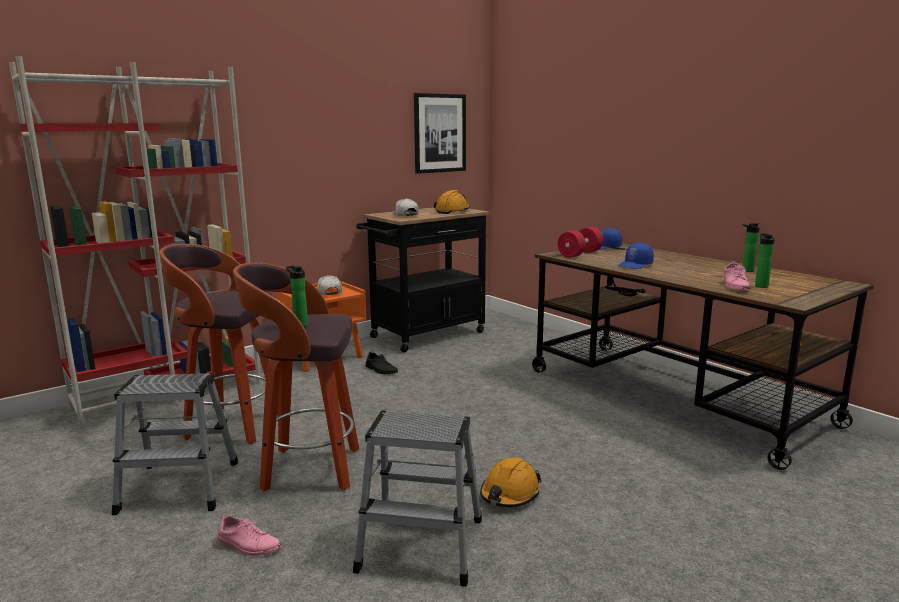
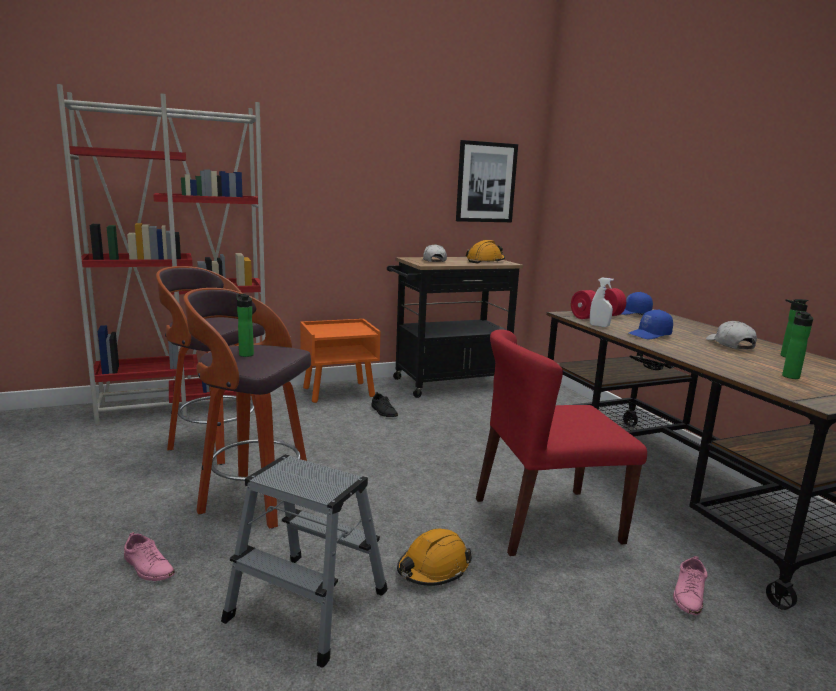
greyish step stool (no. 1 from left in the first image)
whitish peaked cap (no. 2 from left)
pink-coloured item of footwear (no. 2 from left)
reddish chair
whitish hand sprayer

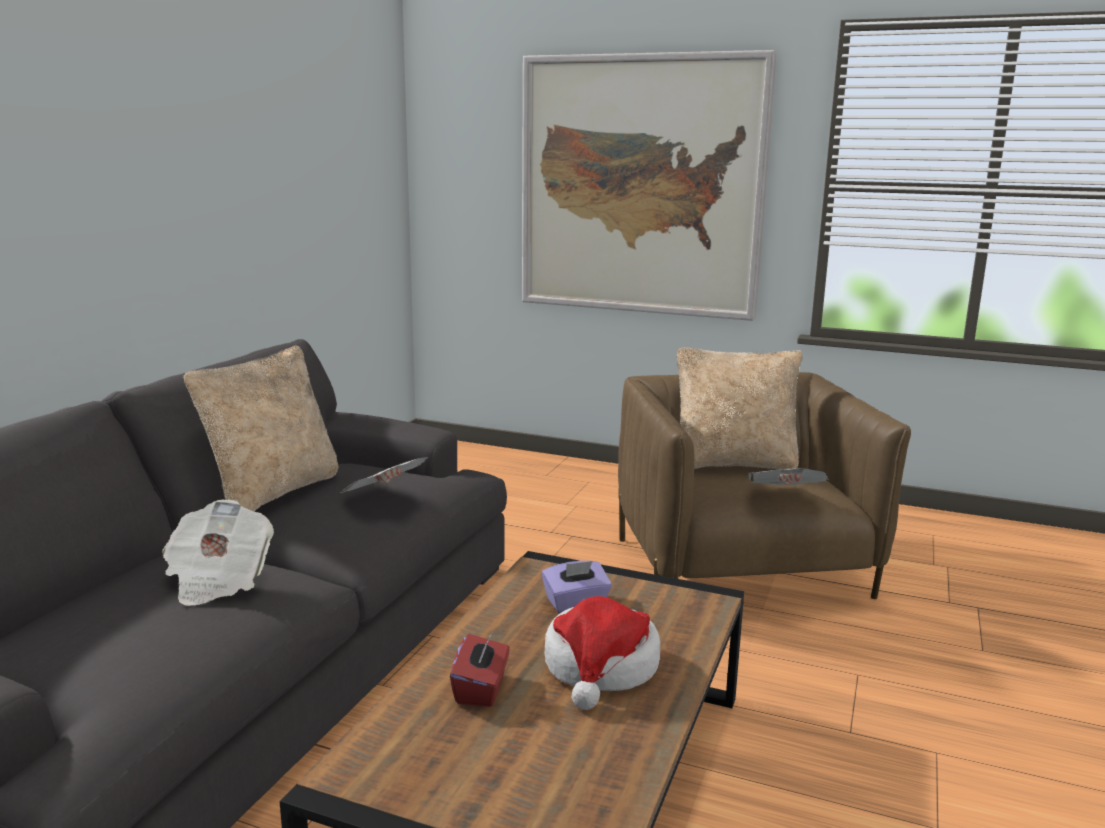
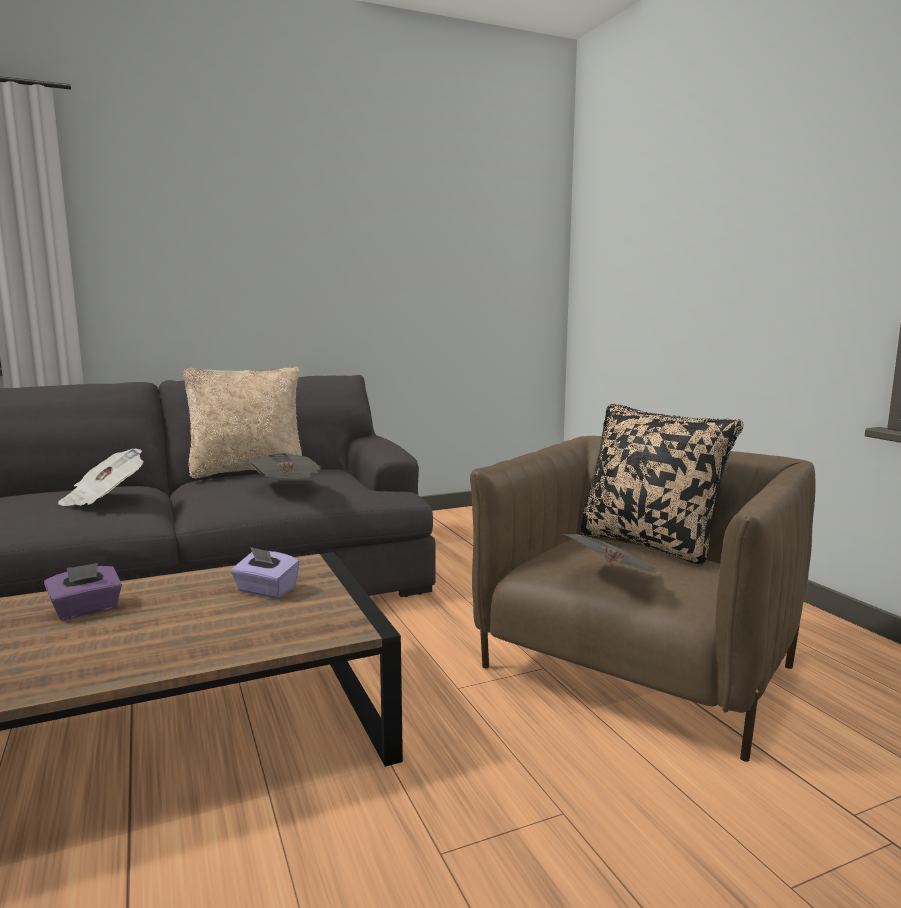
purple tissue box (no. 1 from left)
wall art
clothing hat
black-coloured throw pillow

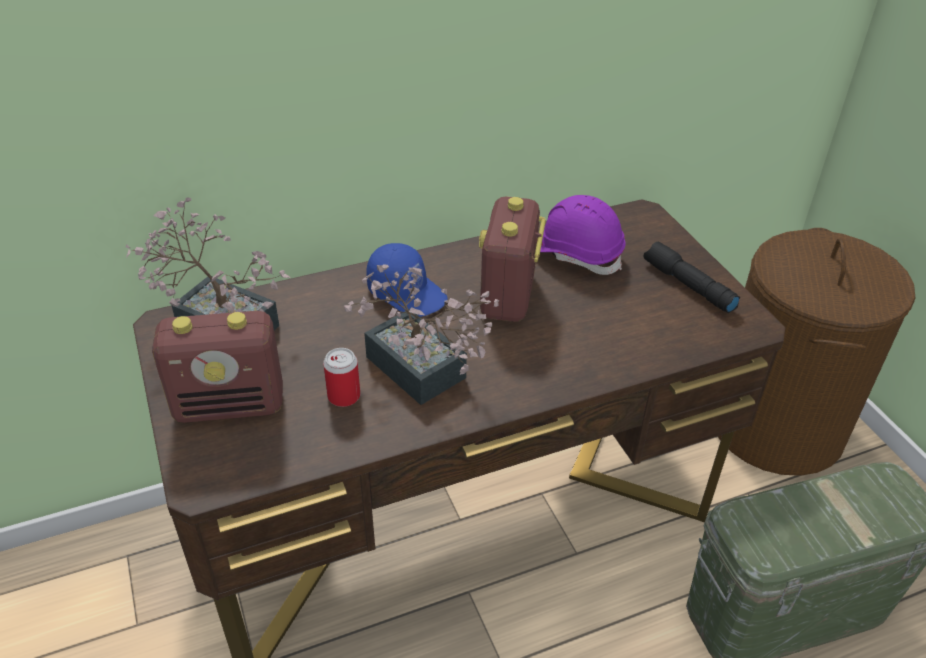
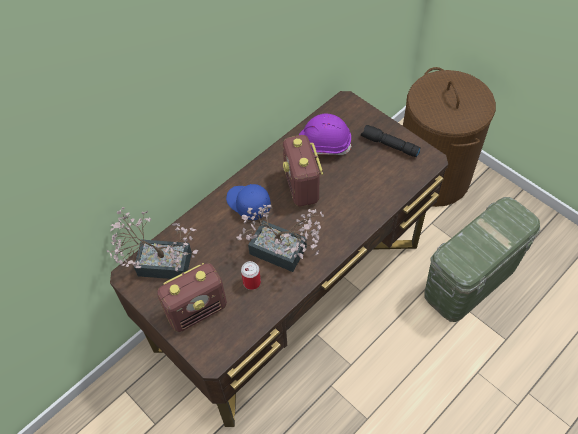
blue-coloured peaked cap

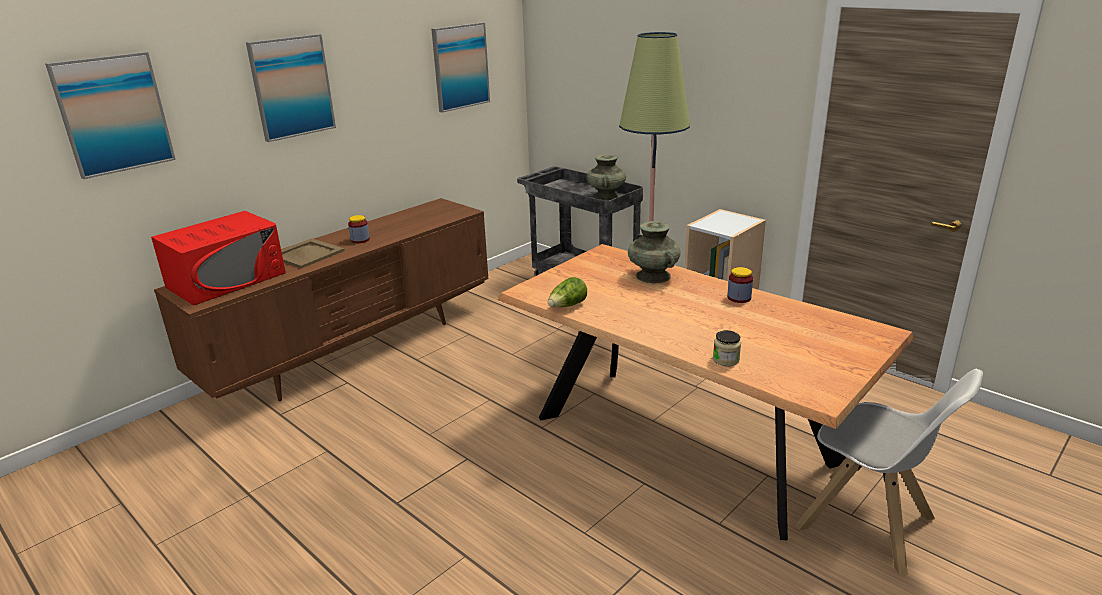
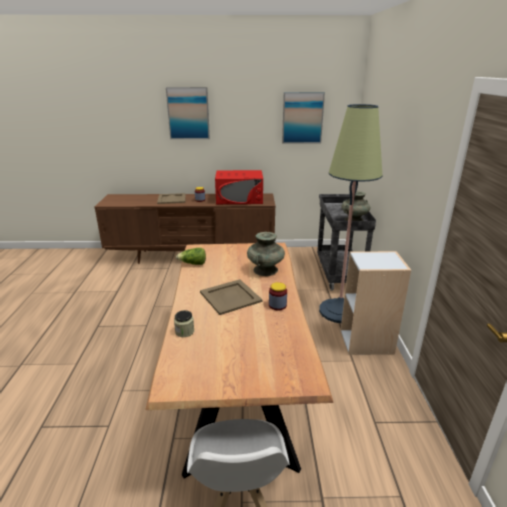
wall art (no. 1 from left in the first image)
reddish microwave
beige serving tray (no. 2 from left)

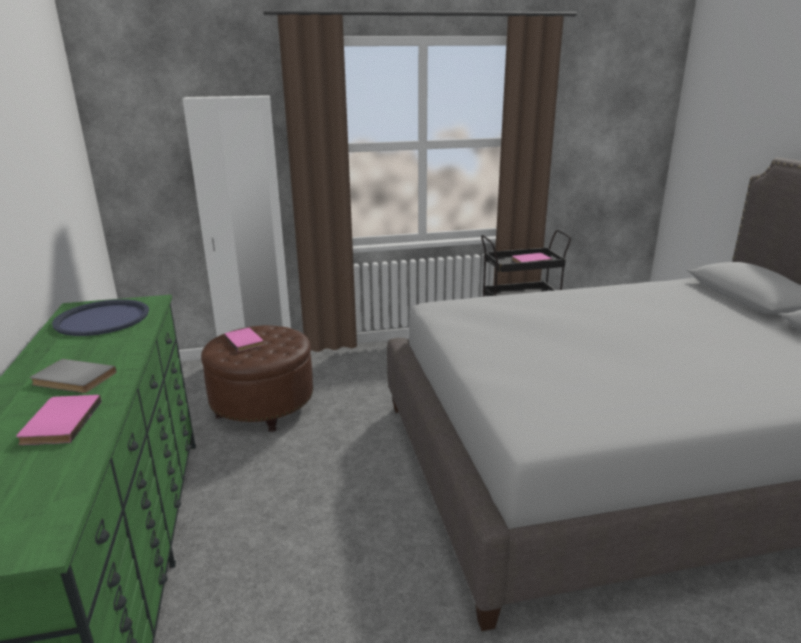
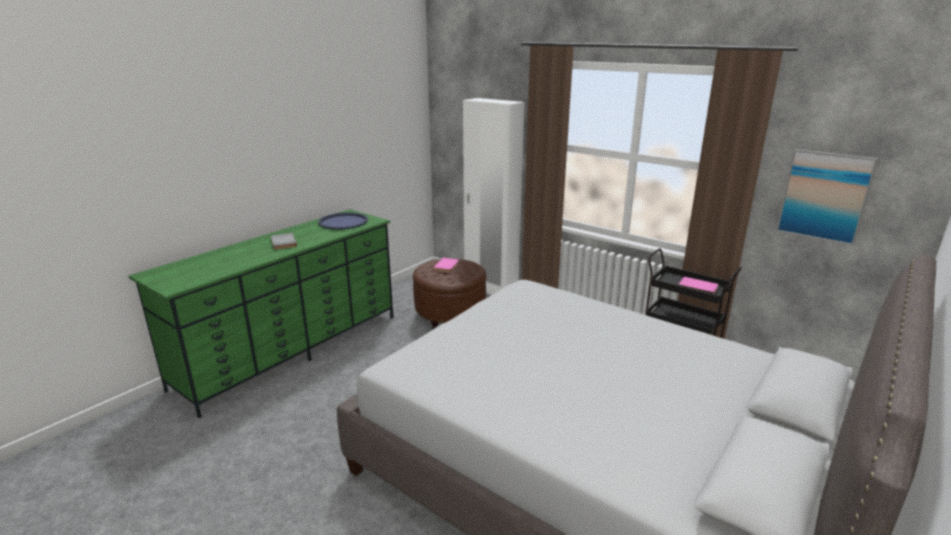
pink-coloured volume (no. 1 from left in the first image)
wall art

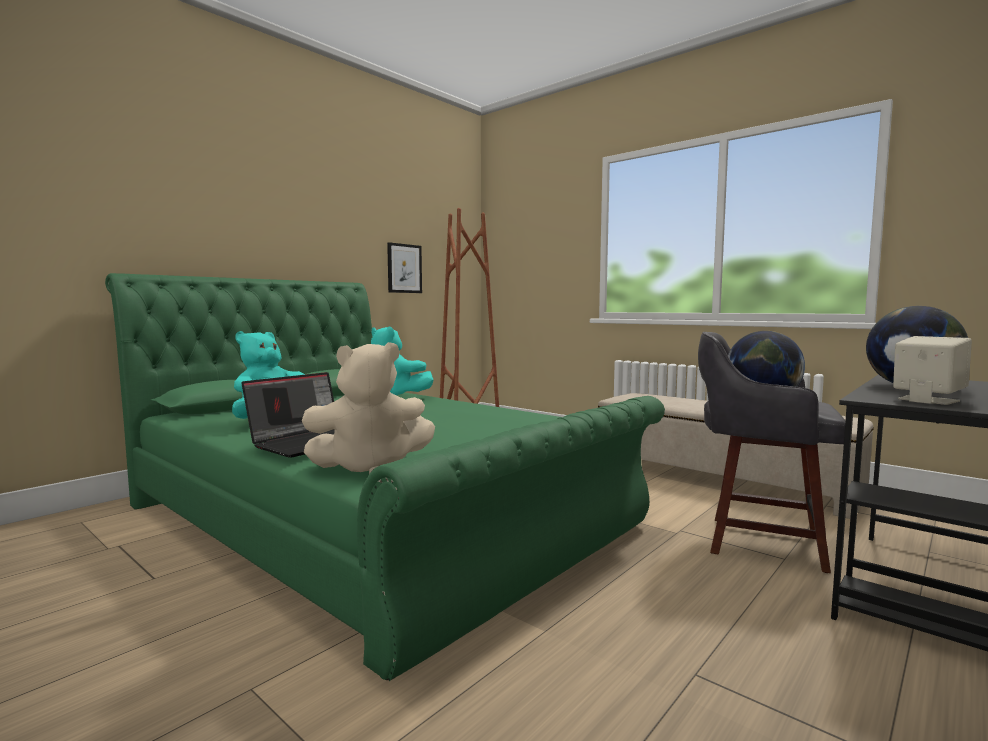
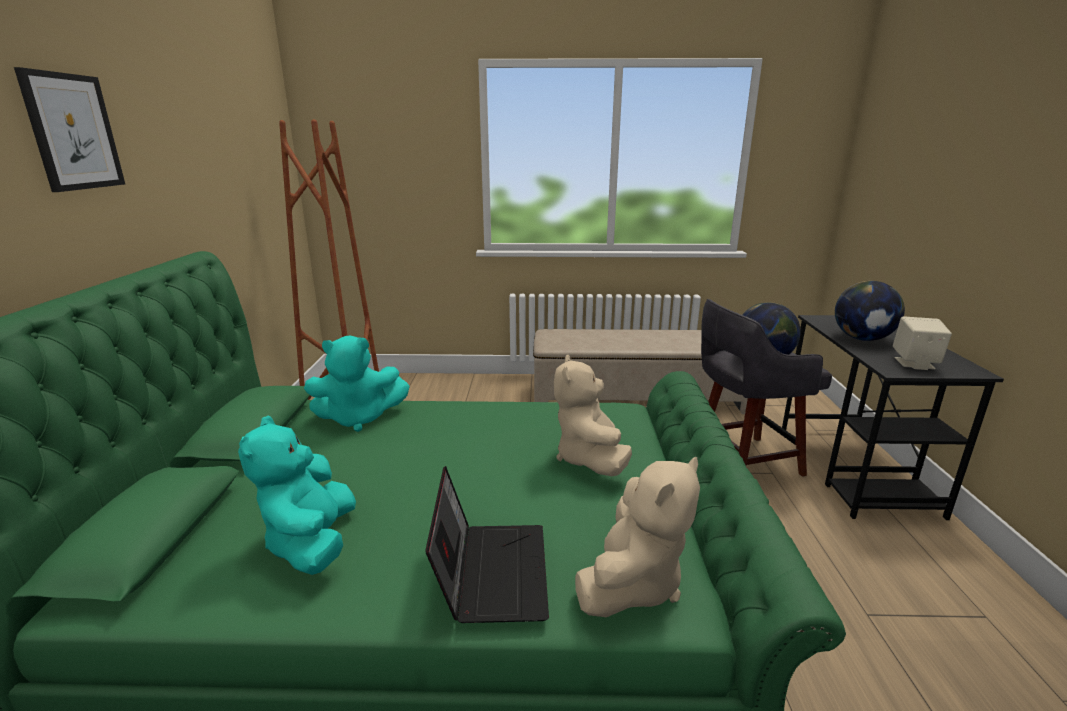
wall art
beige cuddly toy (no. 1 from left)

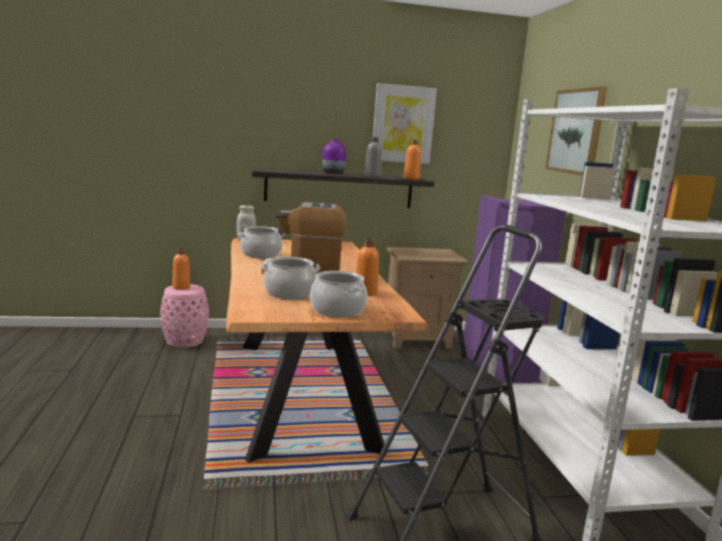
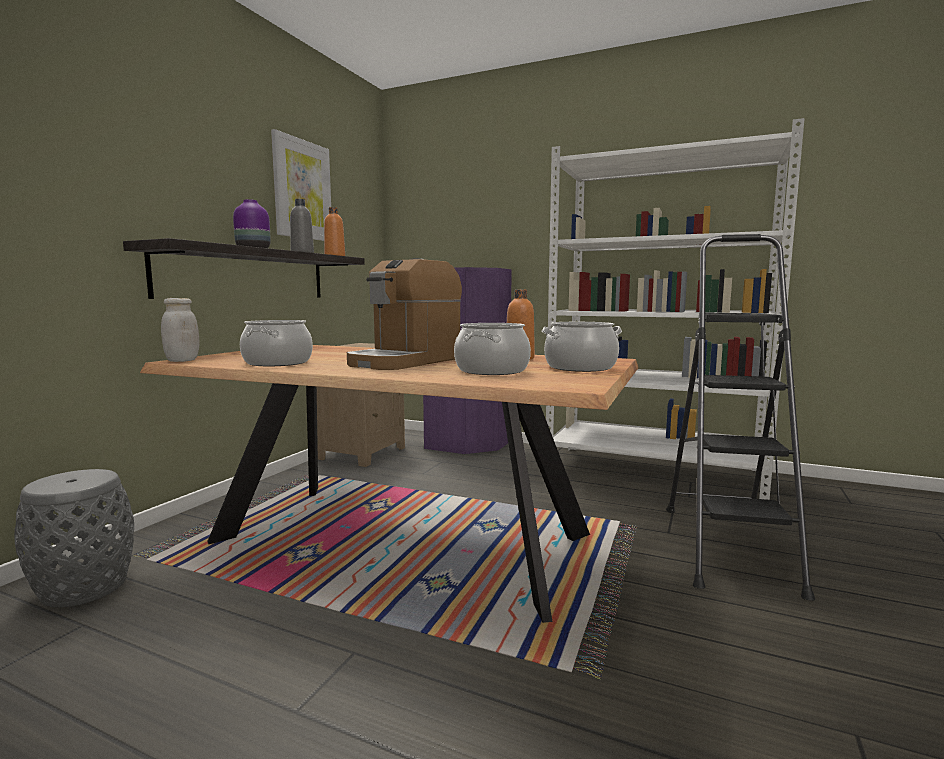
greyish stool
orangey bottle (no. 1 from left in the first image)
wall art (no. 2 from left in the first image)

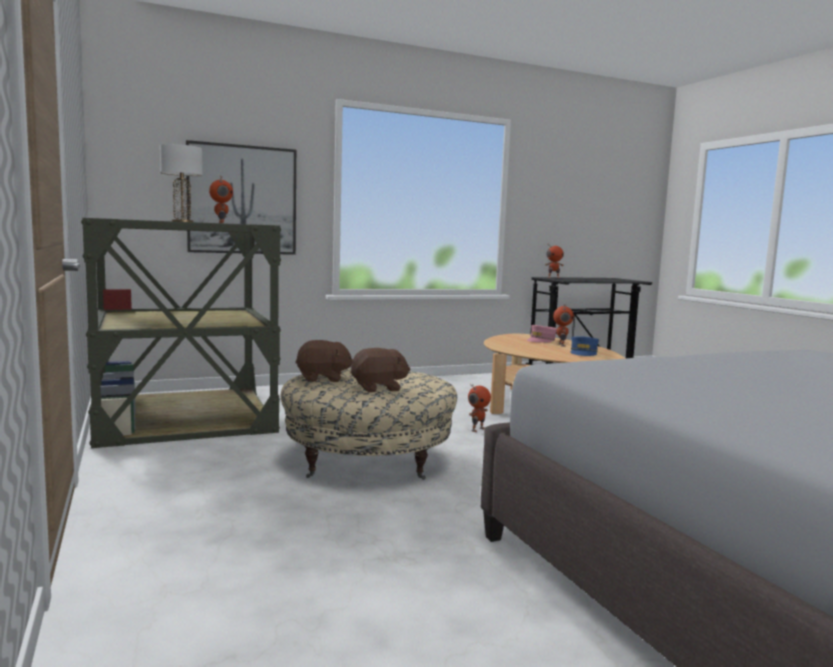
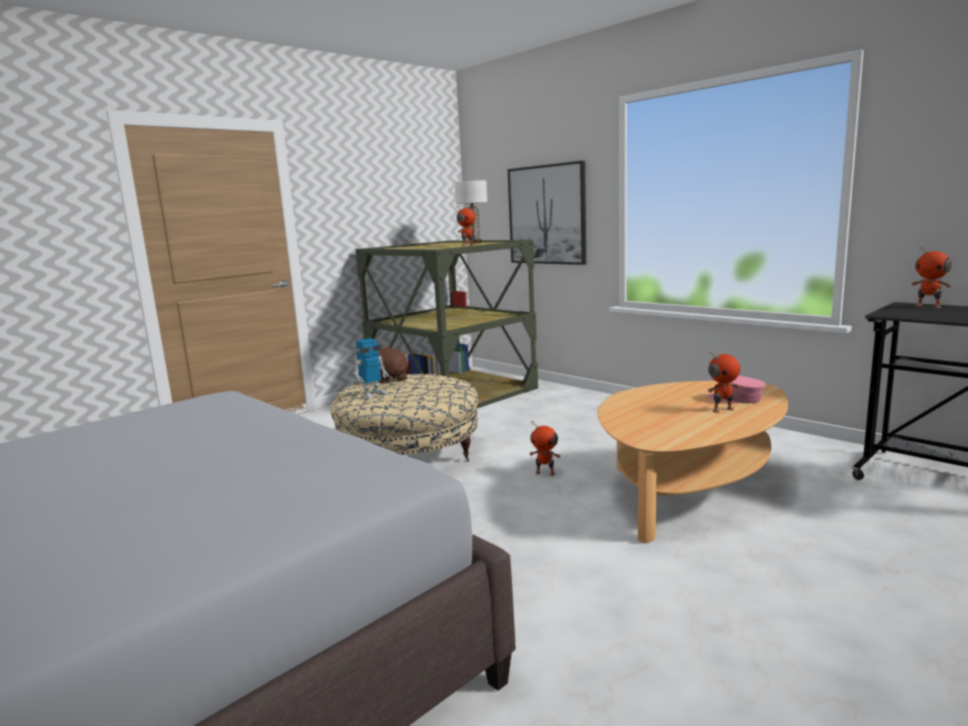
model robot (no. 1 from left)
blue-coloured peaked cap

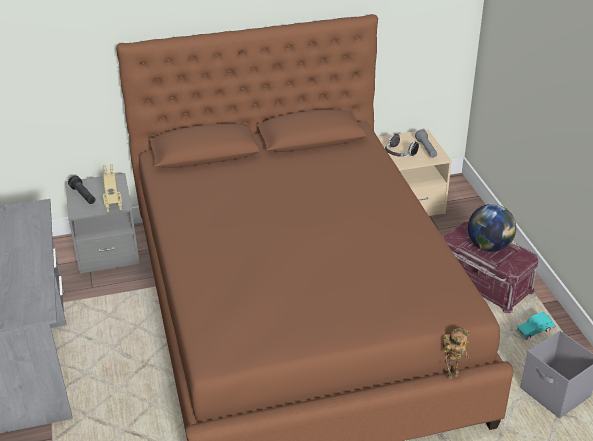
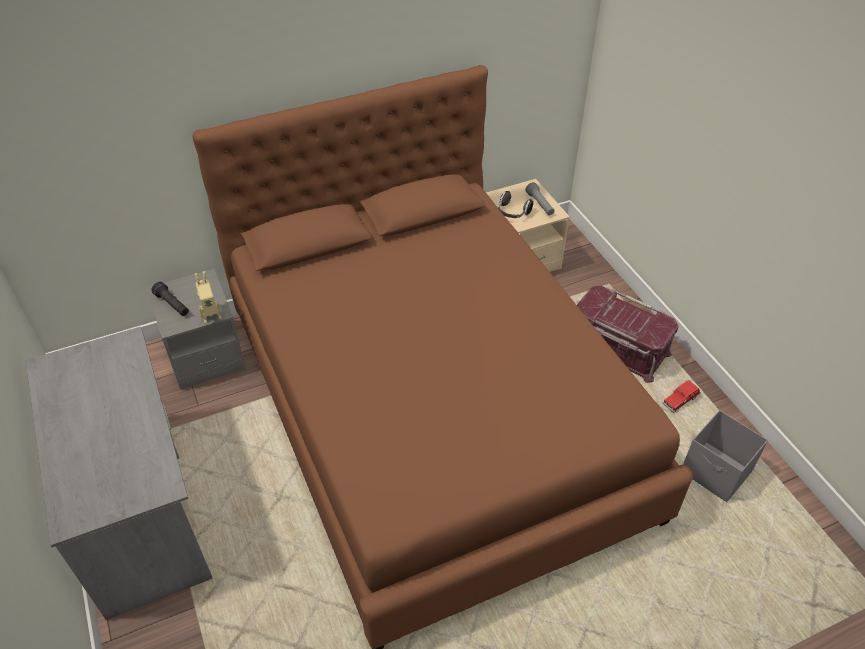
model robot (no. 2 from left in the first image)
globe
reddish model car

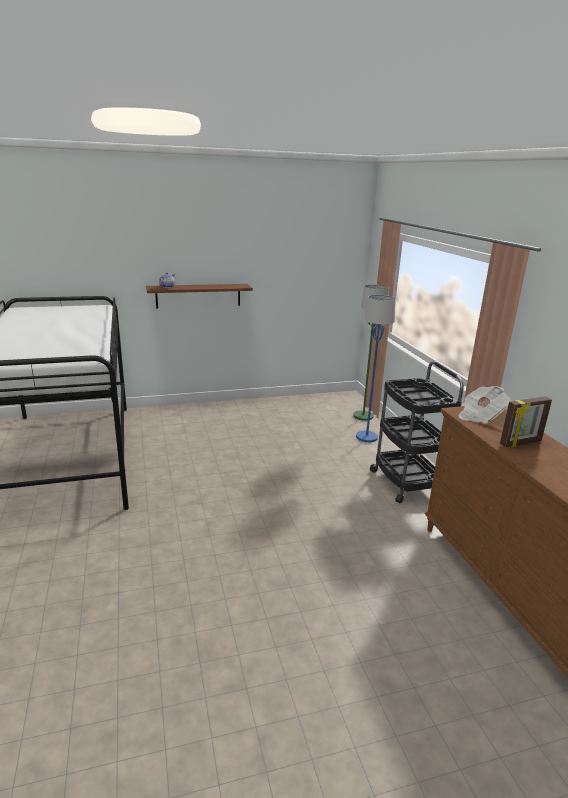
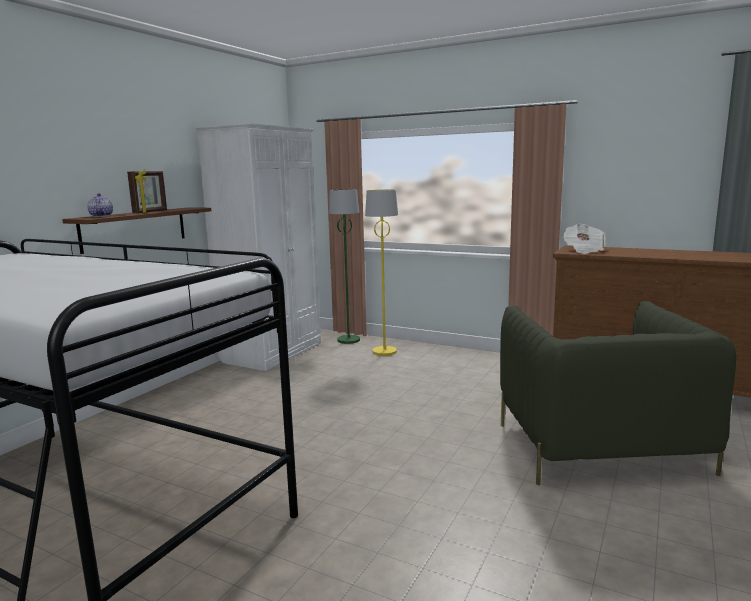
yellow-coloured standard lamp
black-coloured wheeled cart
photo frame
whitish wardrobe
green-coloured easy chair

